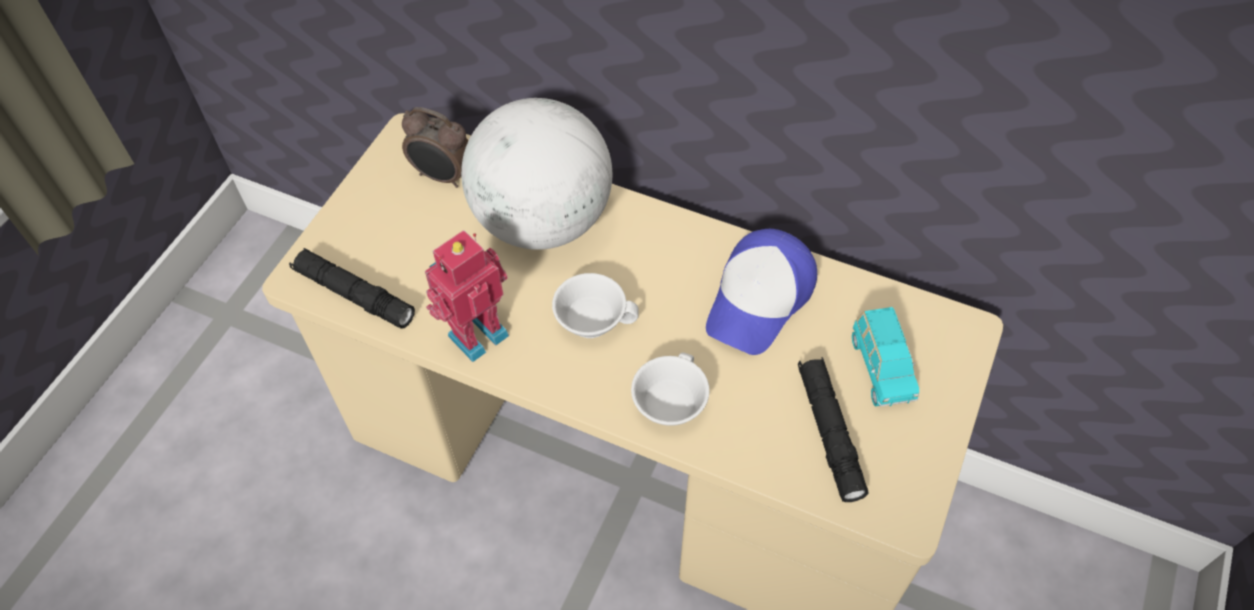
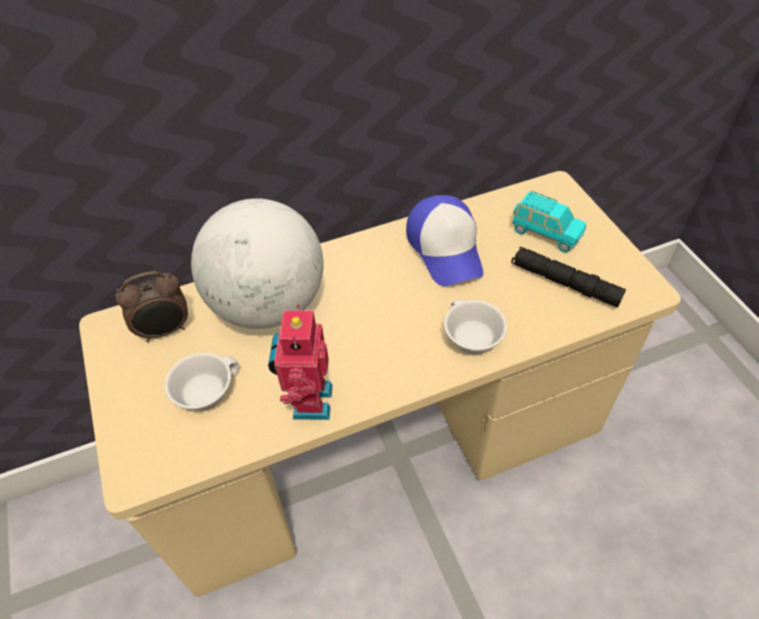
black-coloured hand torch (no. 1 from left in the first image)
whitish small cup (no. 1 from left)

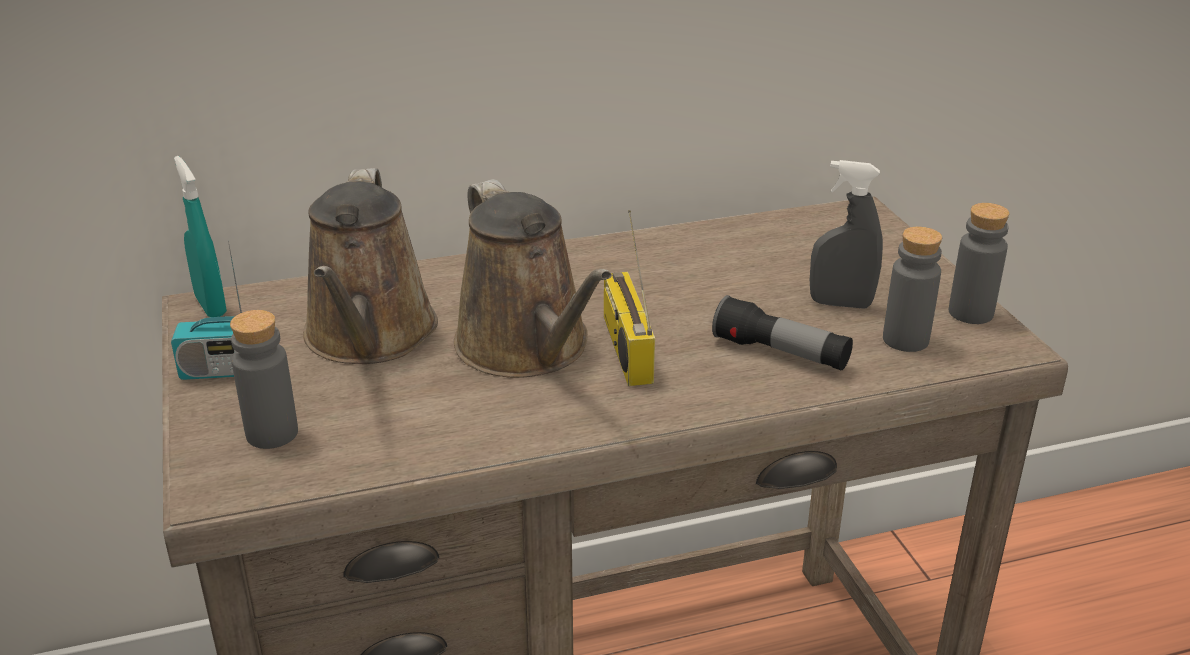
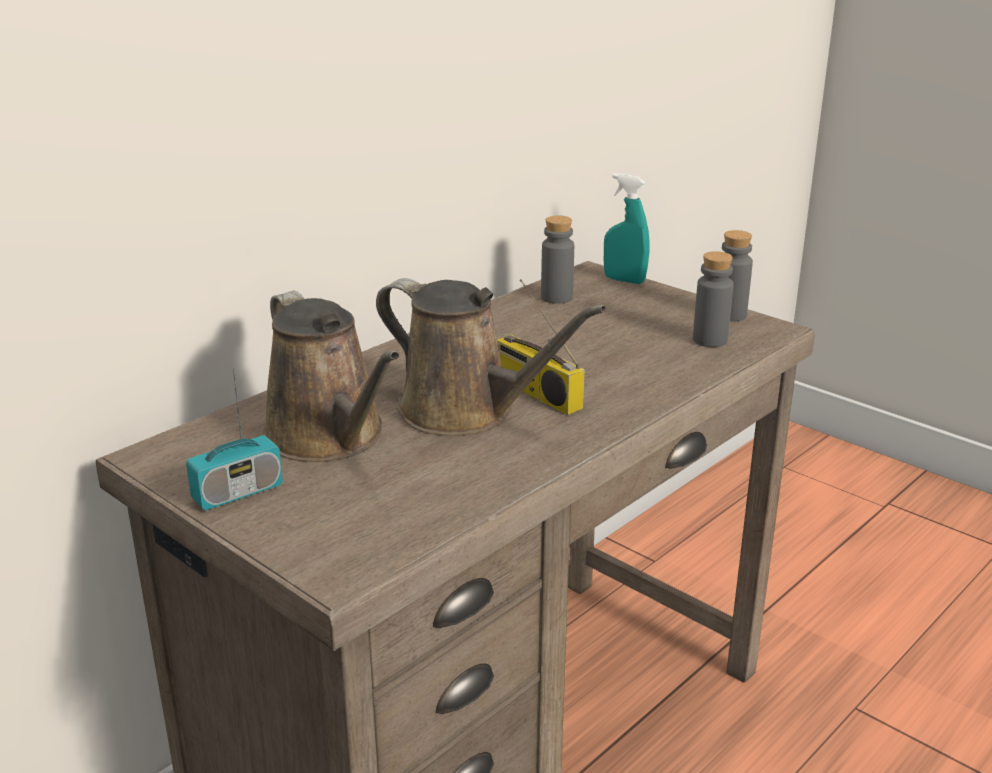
turquoise-coloured hand sprayer
greyish bottle (no. 1 from left)
hand torch
greyish hand sprayer

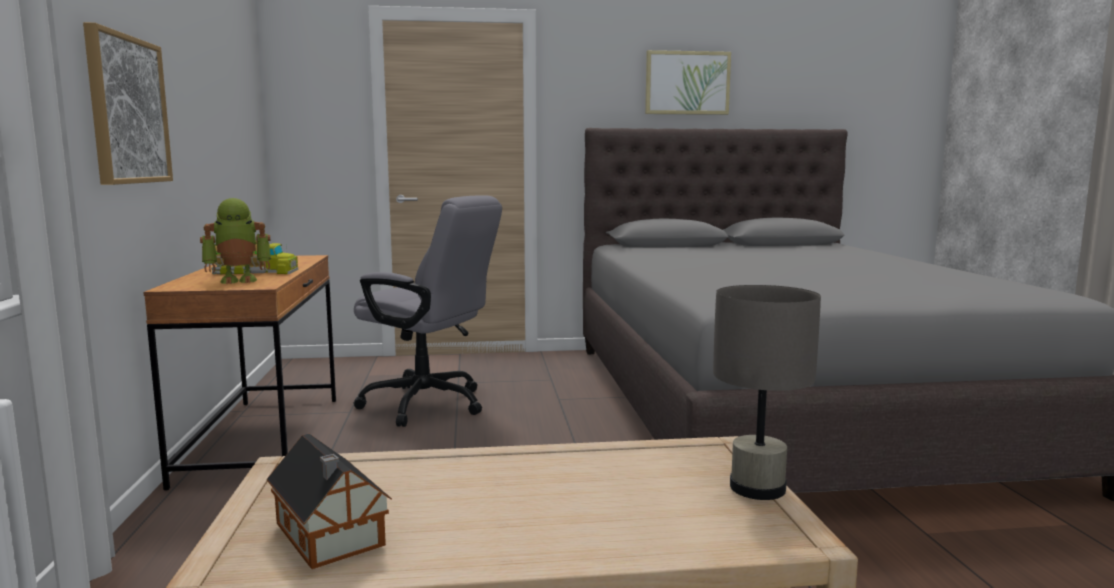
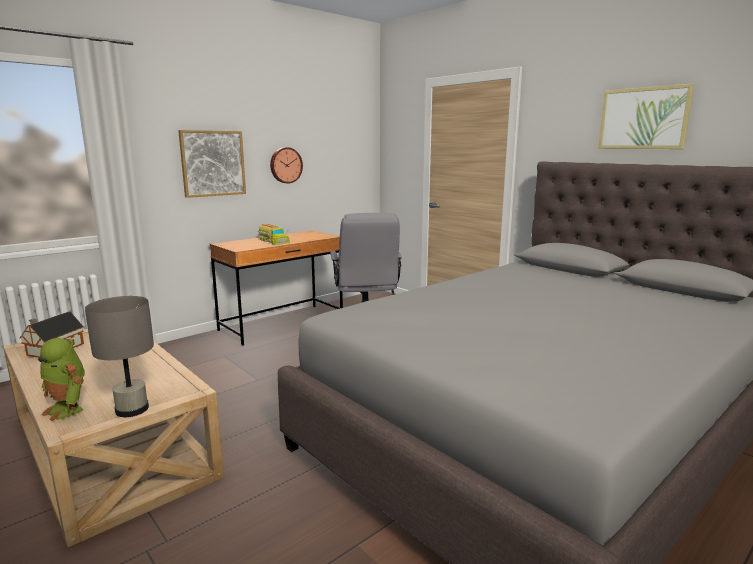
model robot
hanging clock

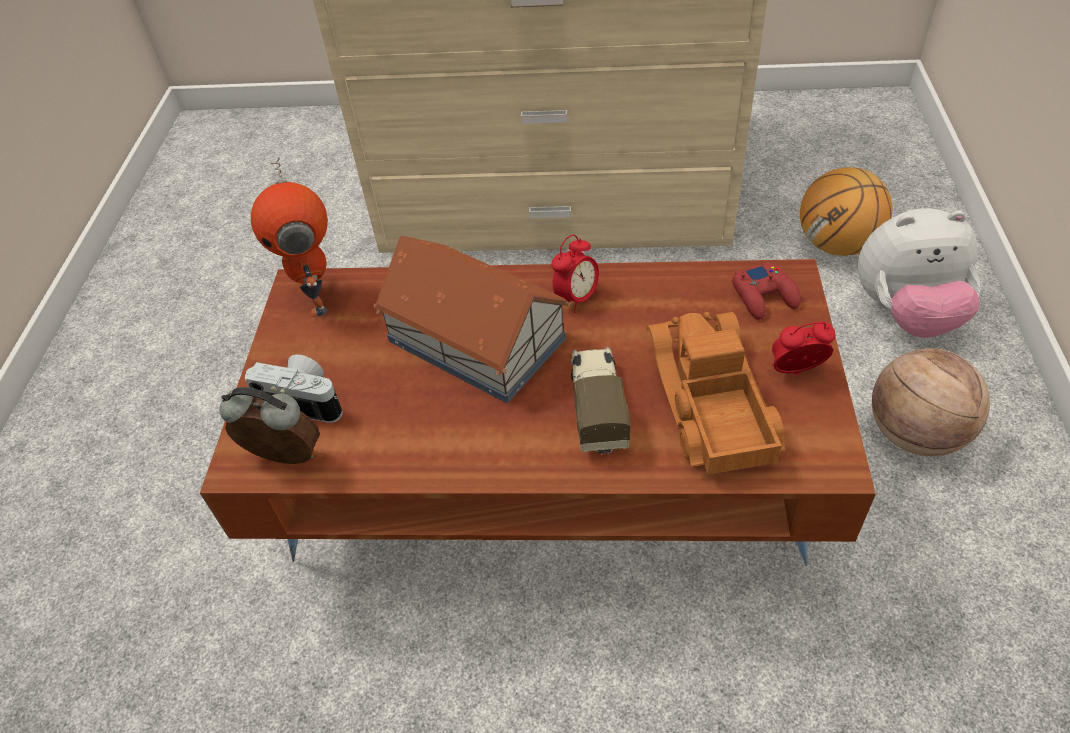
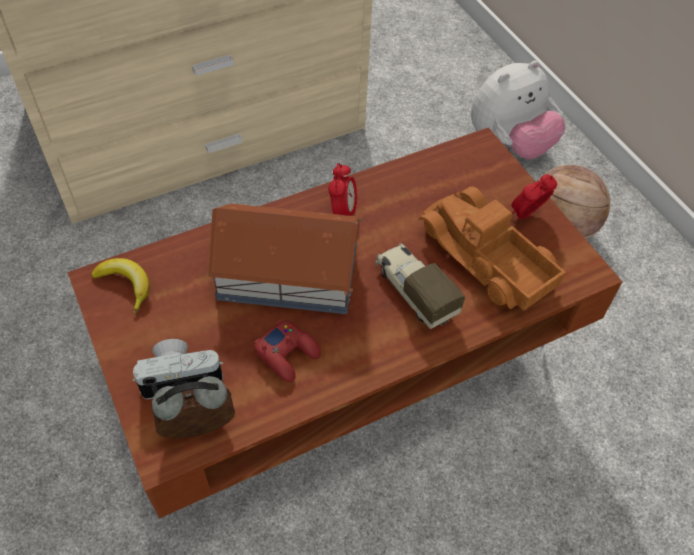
banana
reddish joypad
basketball (no. 1 from left in the first image)

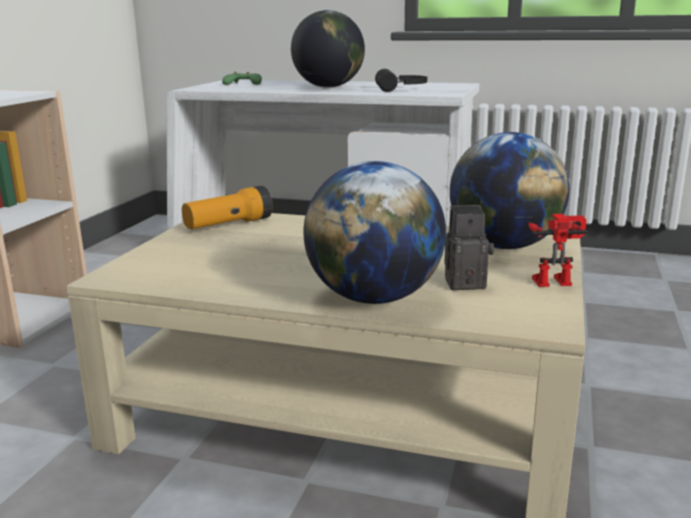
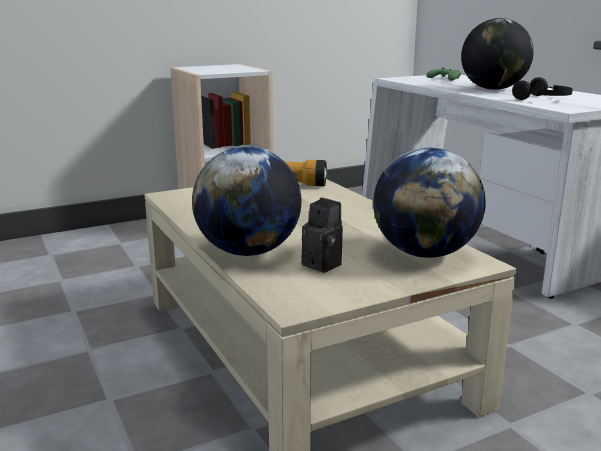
model robot

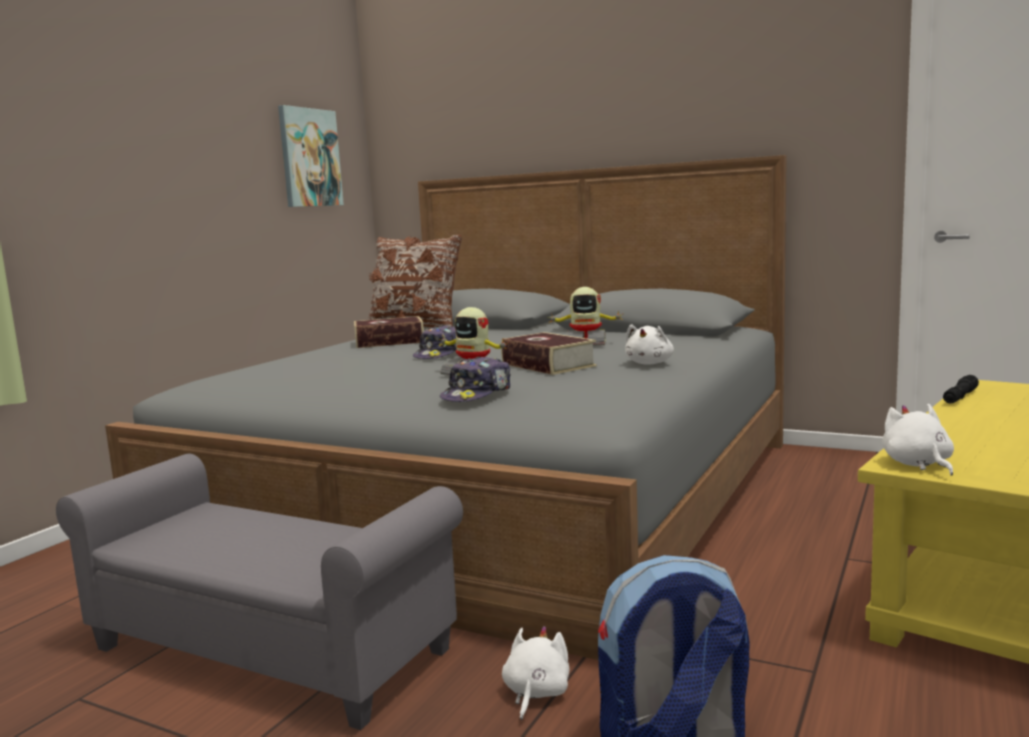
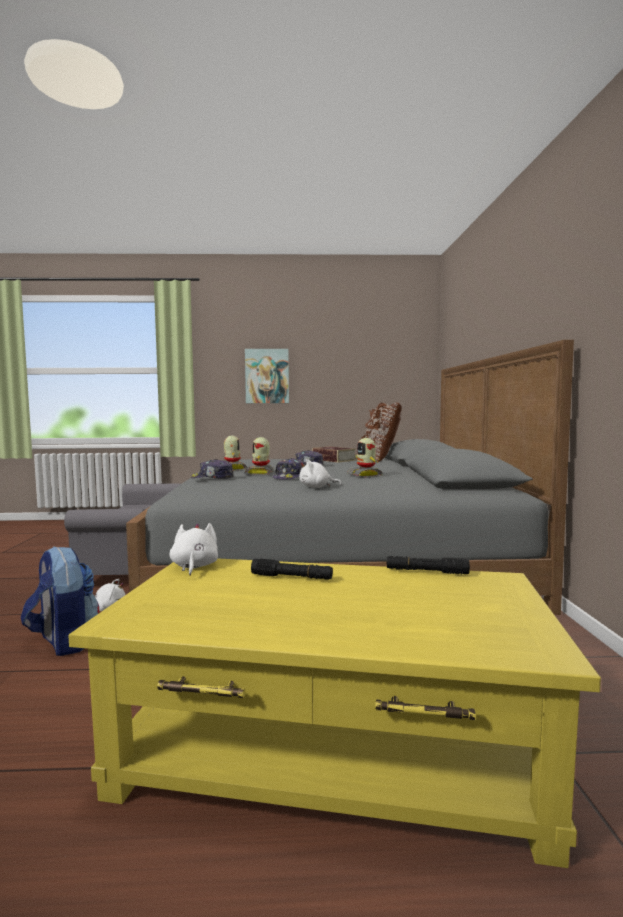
wall art
peaked cap (no. 2 from left)
whitish cuddly toy (no. 2 from left)
model robot (no. 1 from left)
black-coloured hand torch (no. 1 from left)

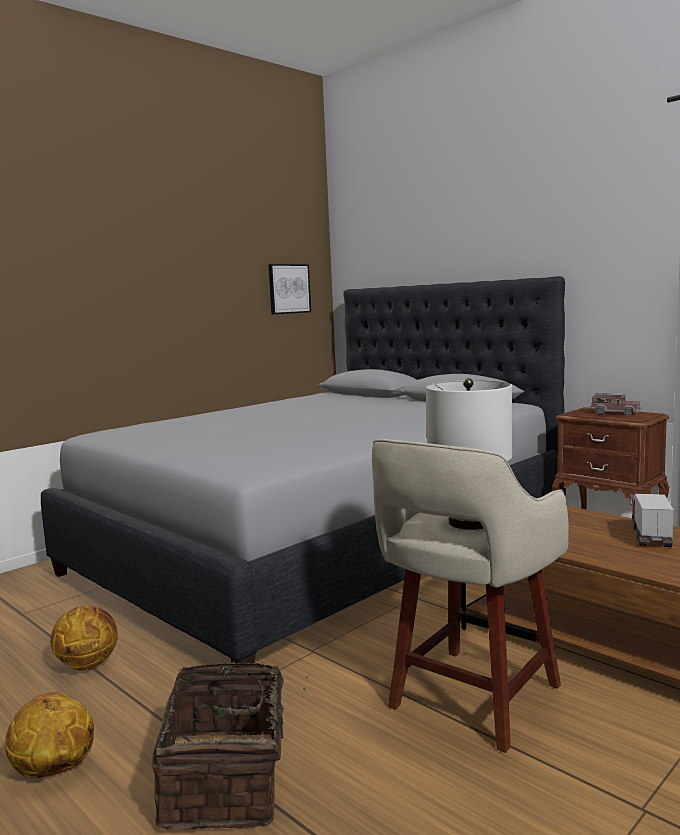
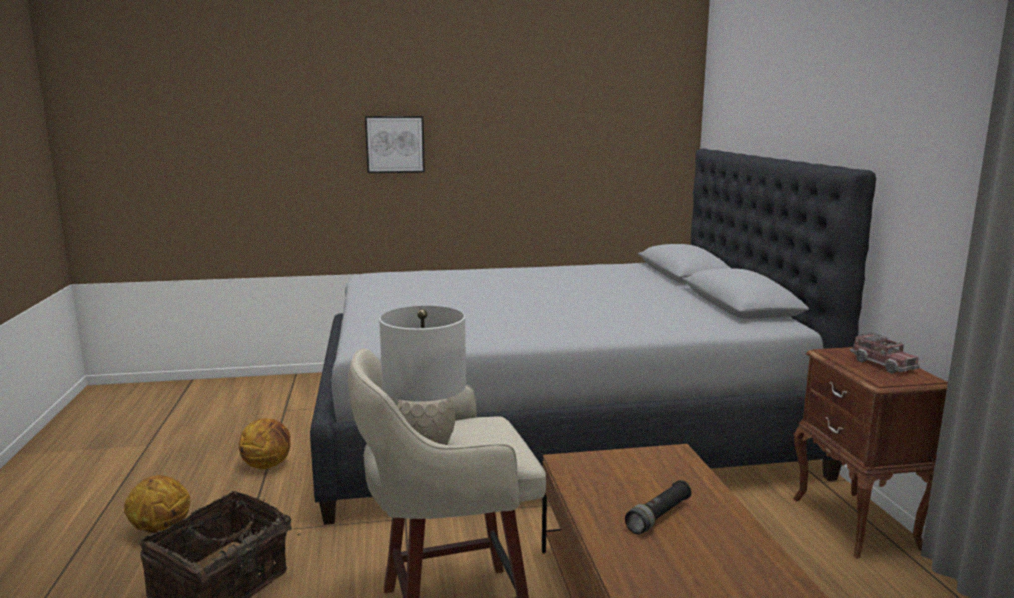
wall art
toy lorry (no. 2 from left in the first image)
black-coloured hand torch

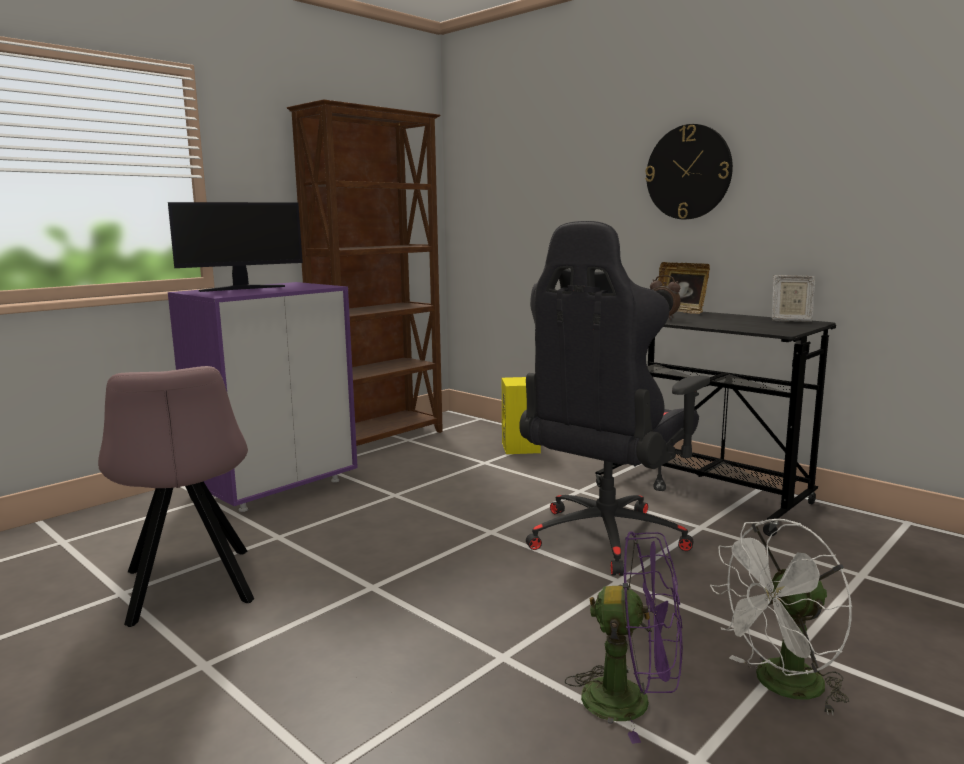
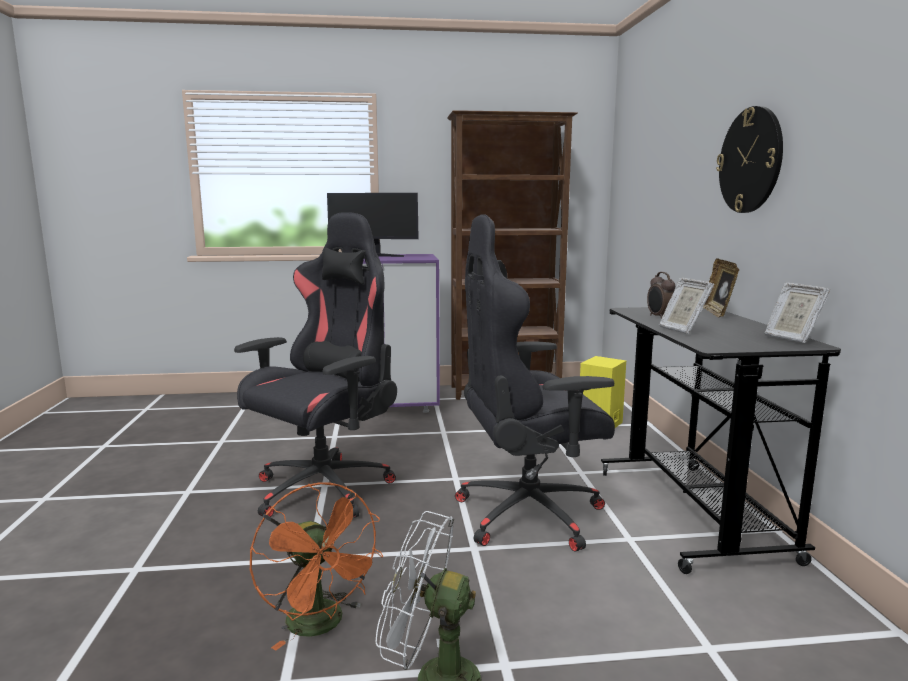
pink-coloured chair
orangey cooling fan
black-coloured computer chair (no. 1 from left)
photo frame (no. 1 from left)

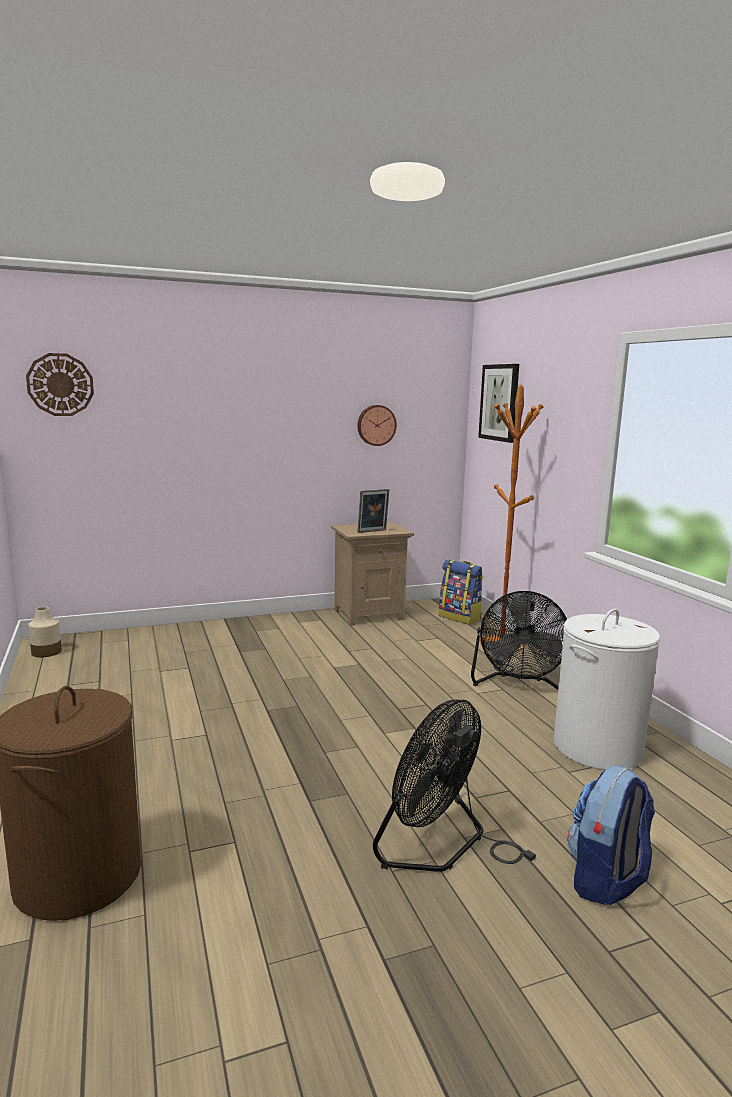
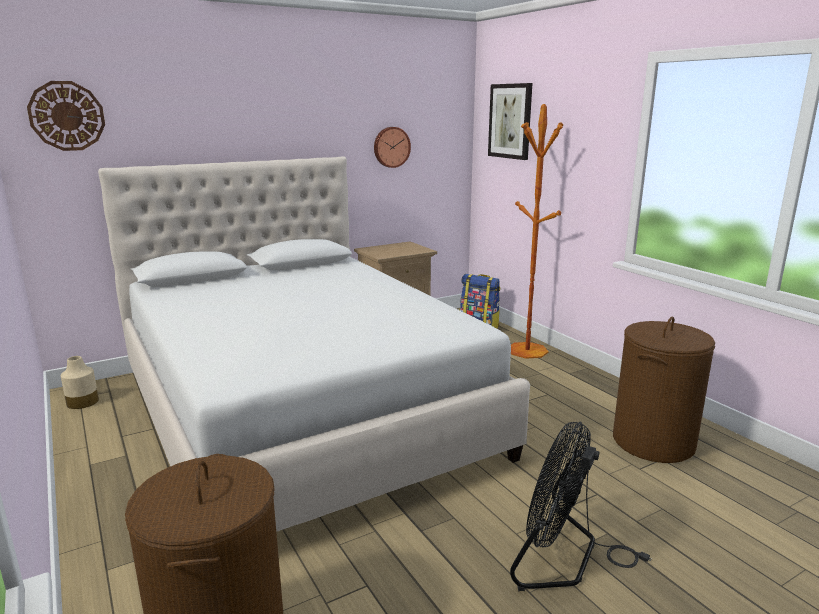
photo frame
black-coloured cooling fan (no. 2 from left in the first image)
brownish washing basket (no. 2 from left)
backpack (no. 2 from left in the first image)
whitish bedroom bed

